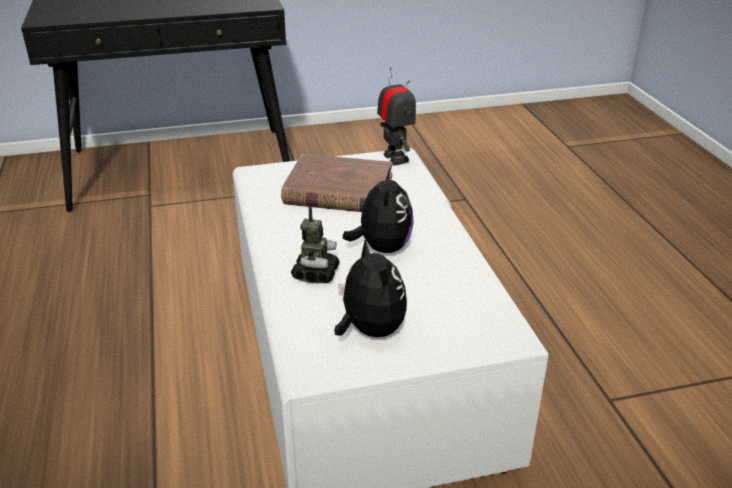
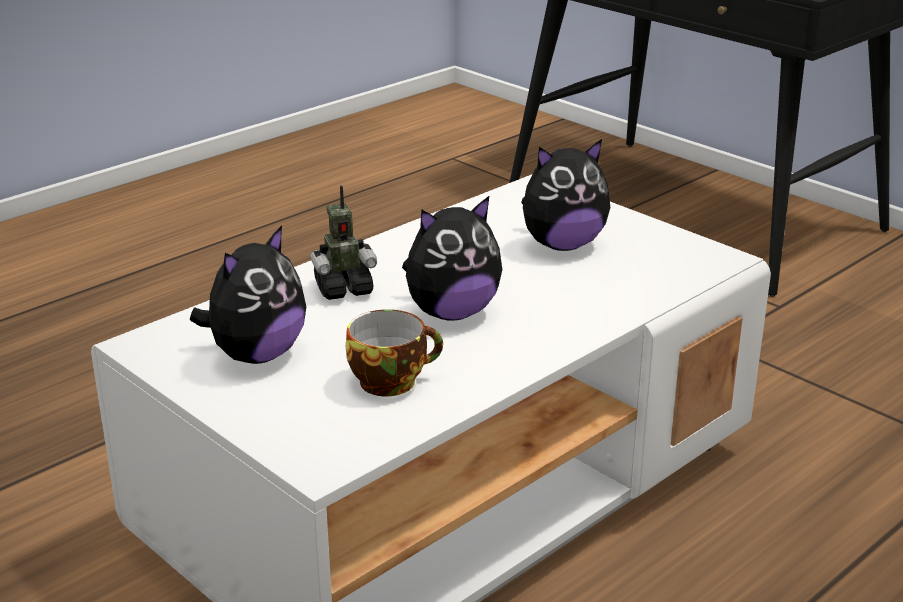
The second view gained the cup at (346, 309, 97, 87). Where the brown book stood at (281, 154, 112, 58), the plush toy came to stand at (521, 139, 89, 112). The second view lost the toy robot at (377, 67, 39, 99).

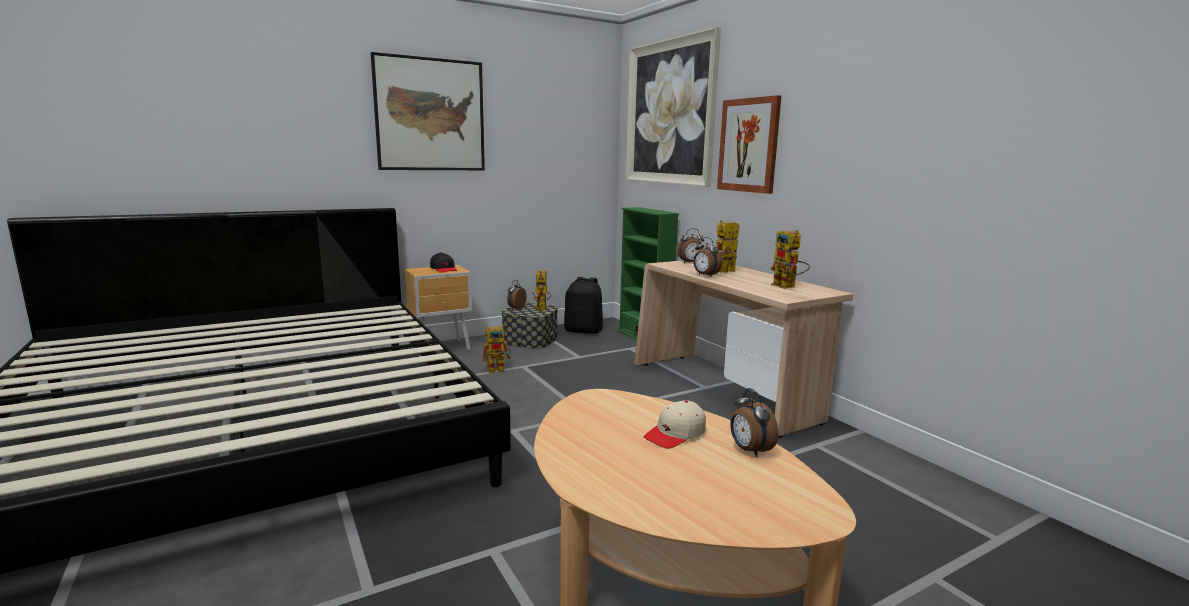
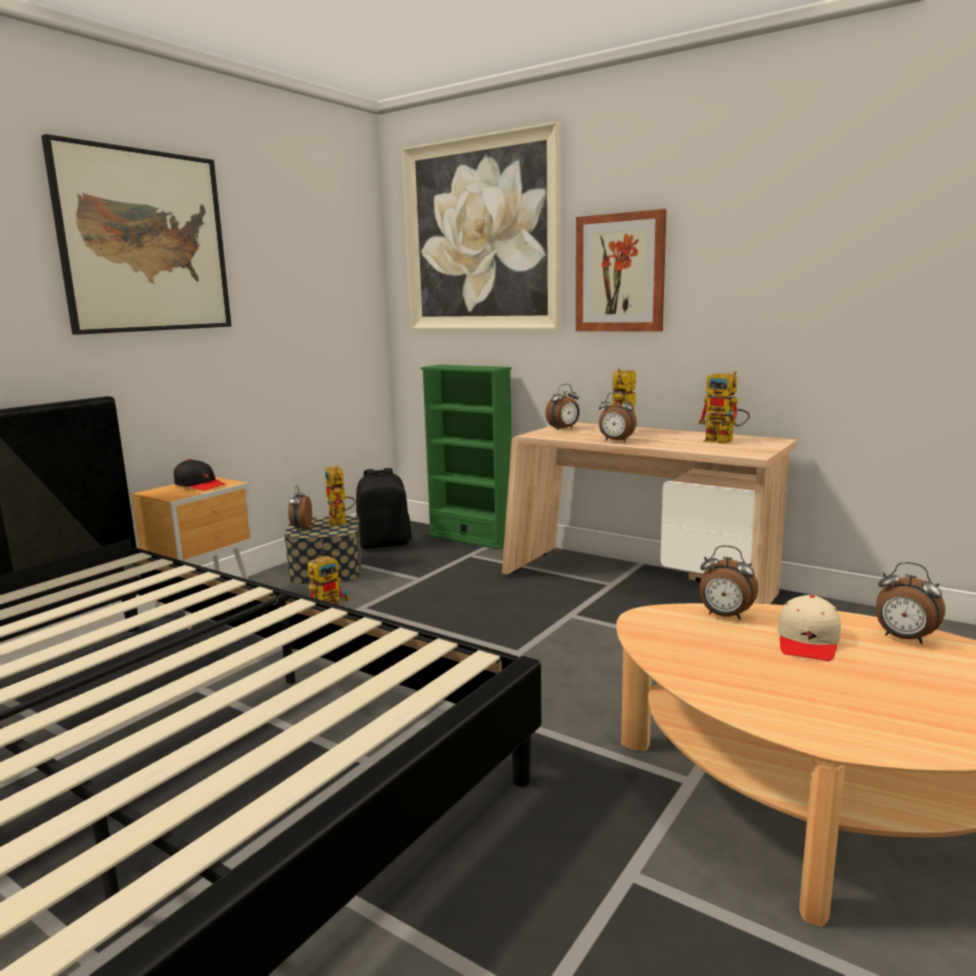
The second view gained the alarm clock at (700, 545, 58, 75).

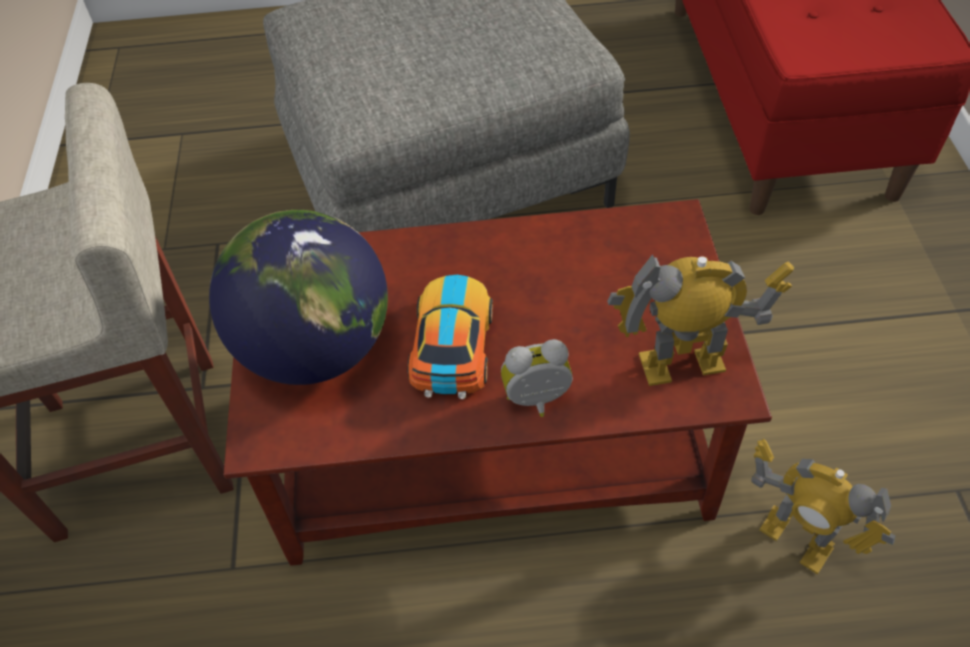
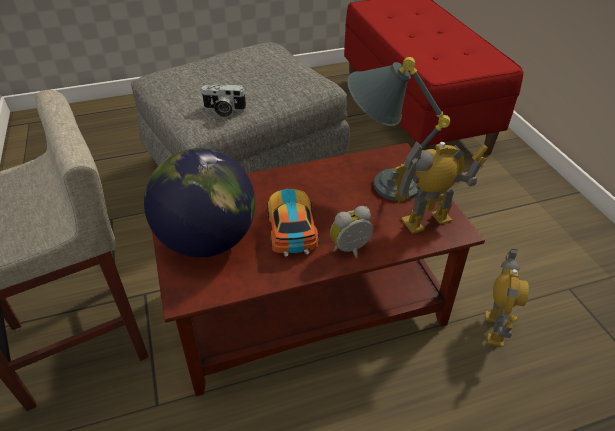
The second view gained the photo camera at (201, 84, 45, 33). The second view gained the grey table lamp at (348, 57, 102, 144). The toy robot at (751, 439, 145, 136) ended up facing another way, 105 degrees counterclockwise from before.

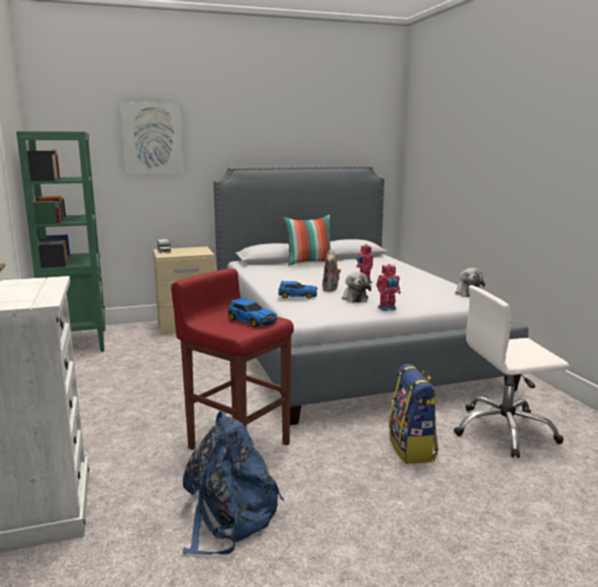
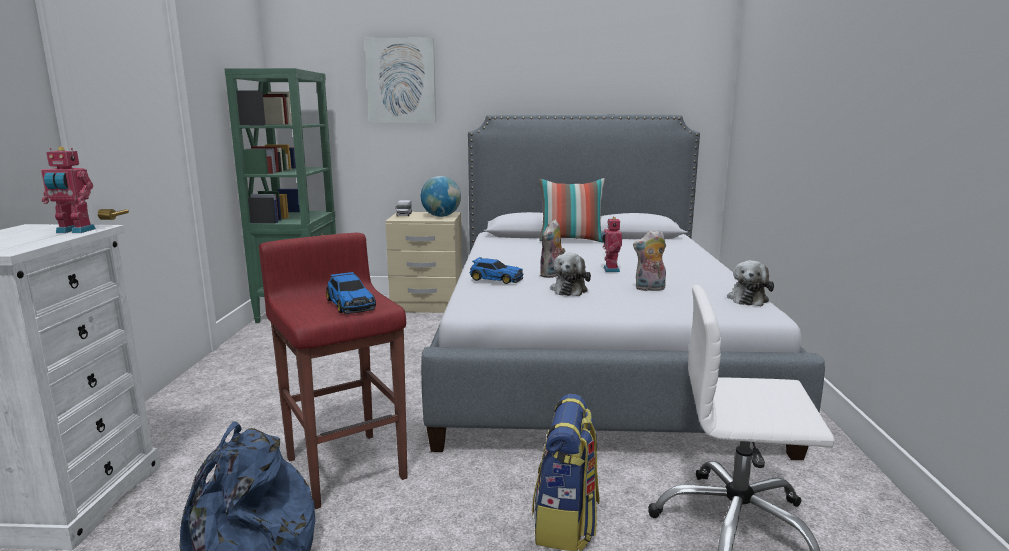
The toy robot ended up elsewhere, having gone from (376, 264, 25, 47) to (41, 147, 55, 86). The second view gained the globe at (421, 176, 40, 41). The second view gained the plush toy at (633, 230, 33, 61).

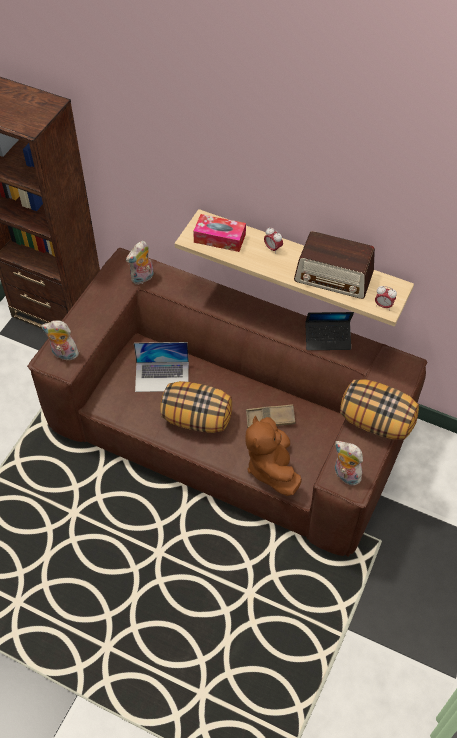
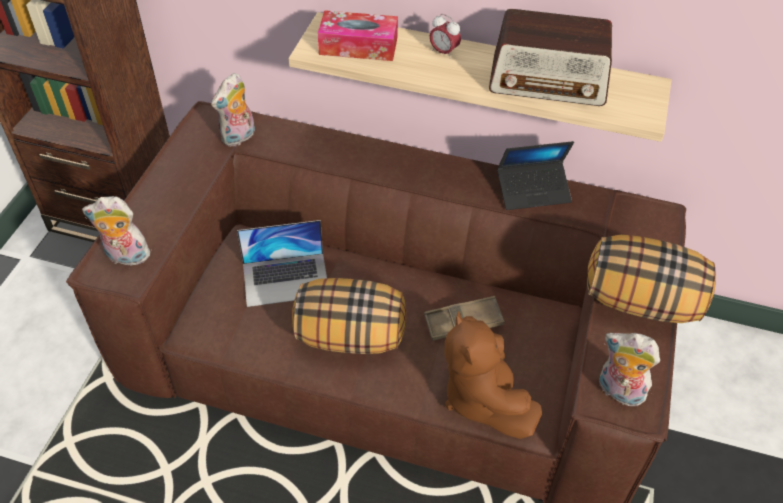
The second view lost the alarm clock at (375, 286, 22, 24).

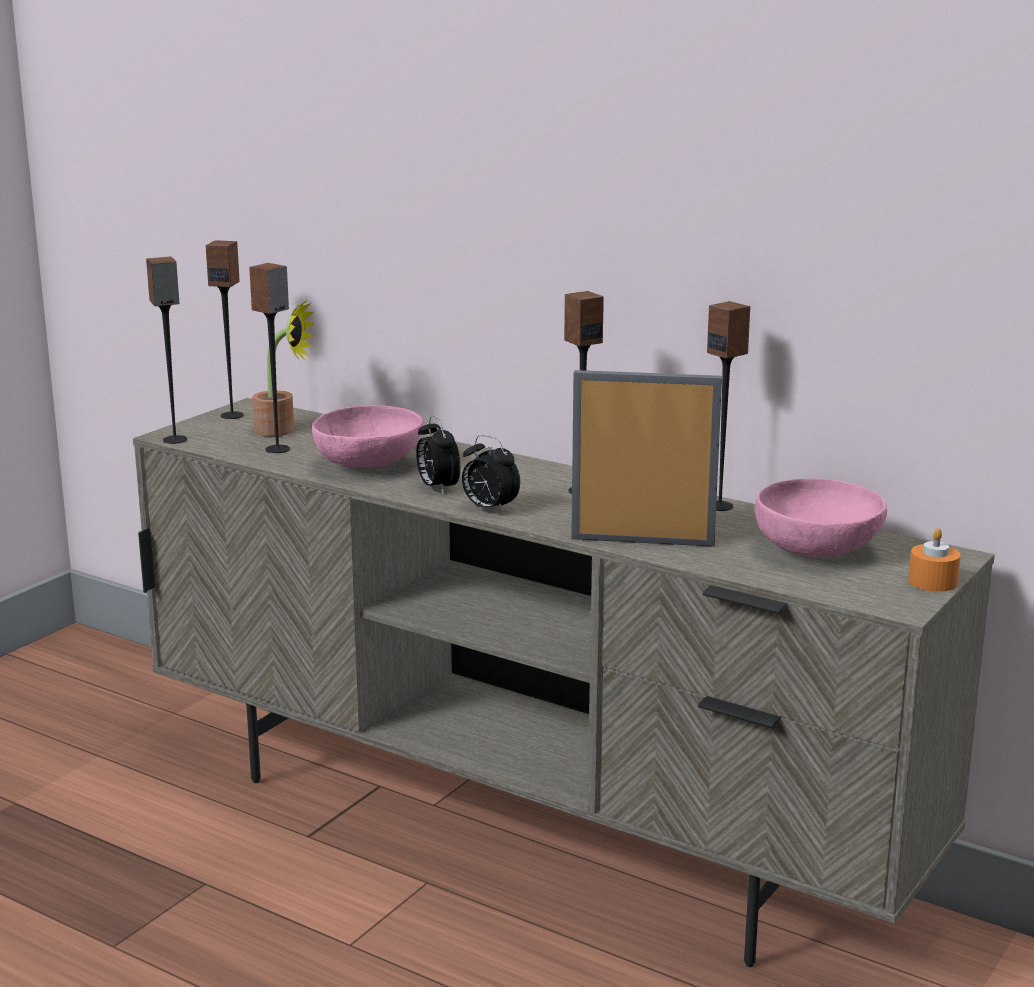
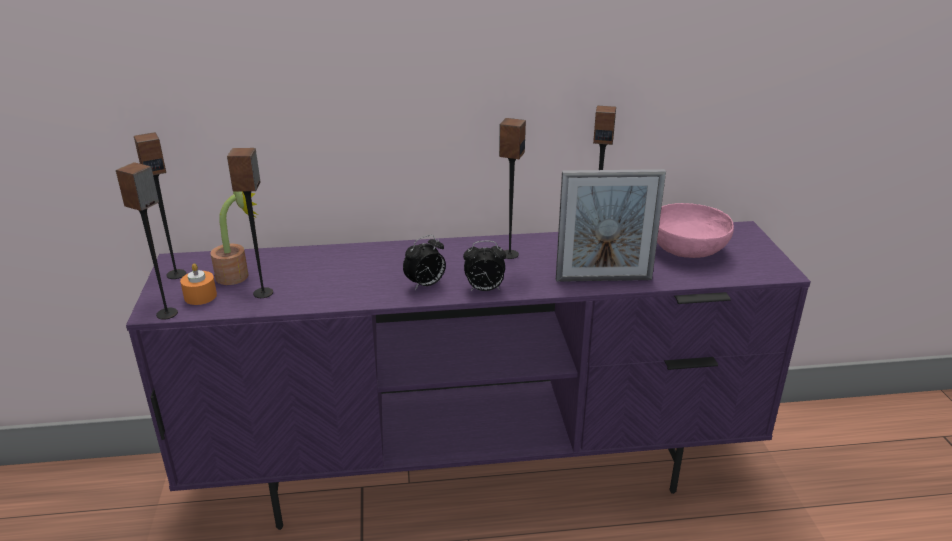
What was the beige tv stand at (133, 398, 862, 569) turned into the purple tv stand at (126, 221, 685, 309). The orange candle ended up elsewhere, having gone from (909, 528, 52, 64) to (180, 263, 37, 42). The alarm clock at (416, 415, 44, 79) ended up facing another way, 60 degrees counterclockwise from before. The picture frame at (571, 370, 151, 177) ended up facing another way, 150 degrees counterclockwise from before. The second view lost the pink bowl at (312, 405, 111, 62).

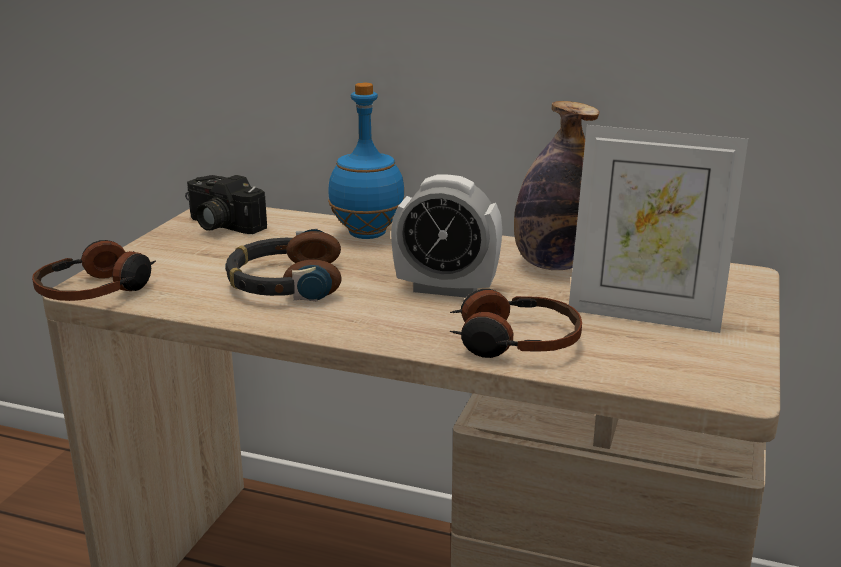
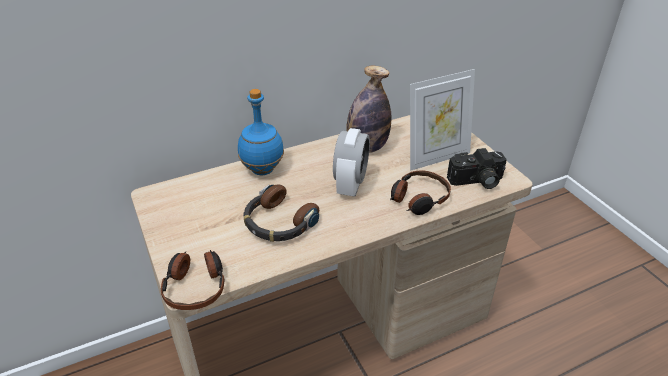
The alarm clock at (391, 174, 111, 124) ended up facing another way, 45 degrees counterclockwise from before. The photo camera ended up elsewhere, having gone from (185, 175, 82, 59) to (447, 148, 60, 41).

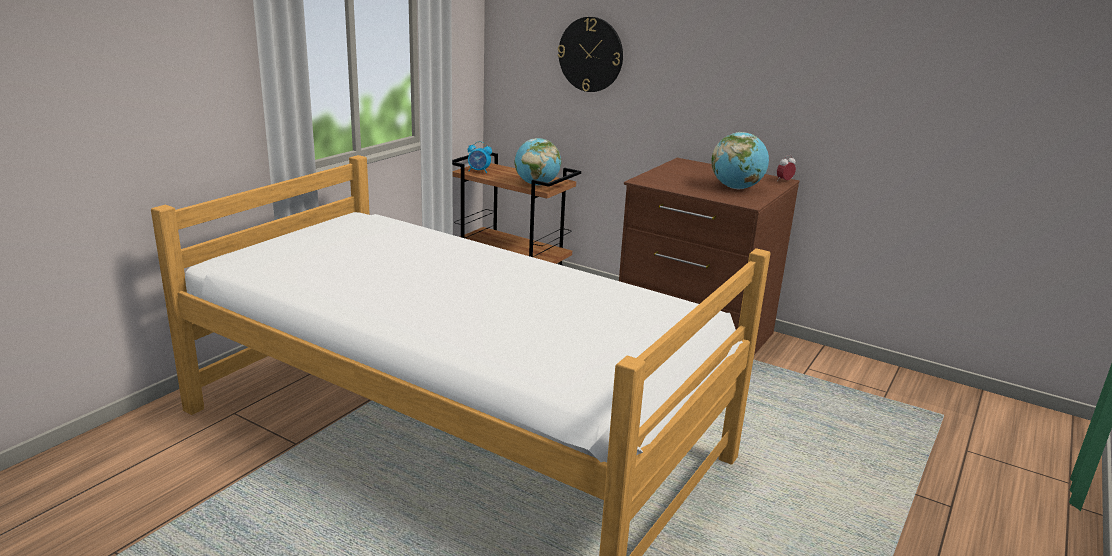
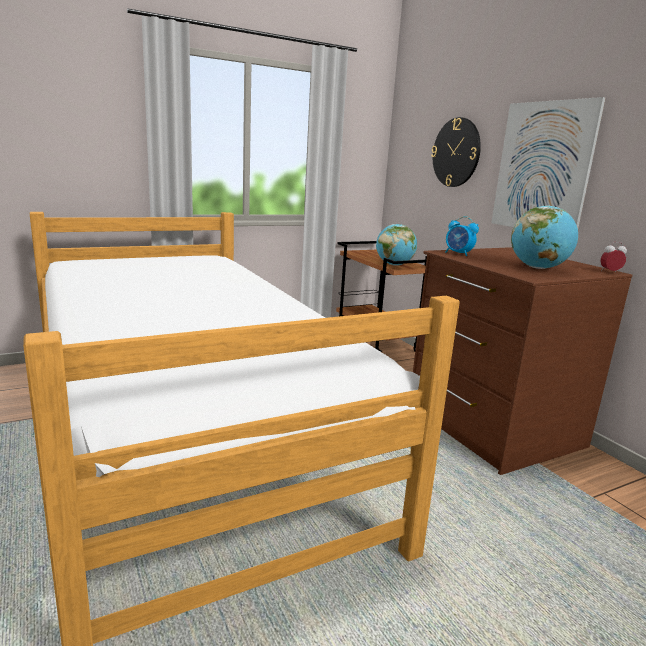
The alarm clock ended up elsewhere, having gone from (468, 141, 24, 32) to (445, 216, 34, 40). The second view gained the picture at (491, 97, 114, 131).

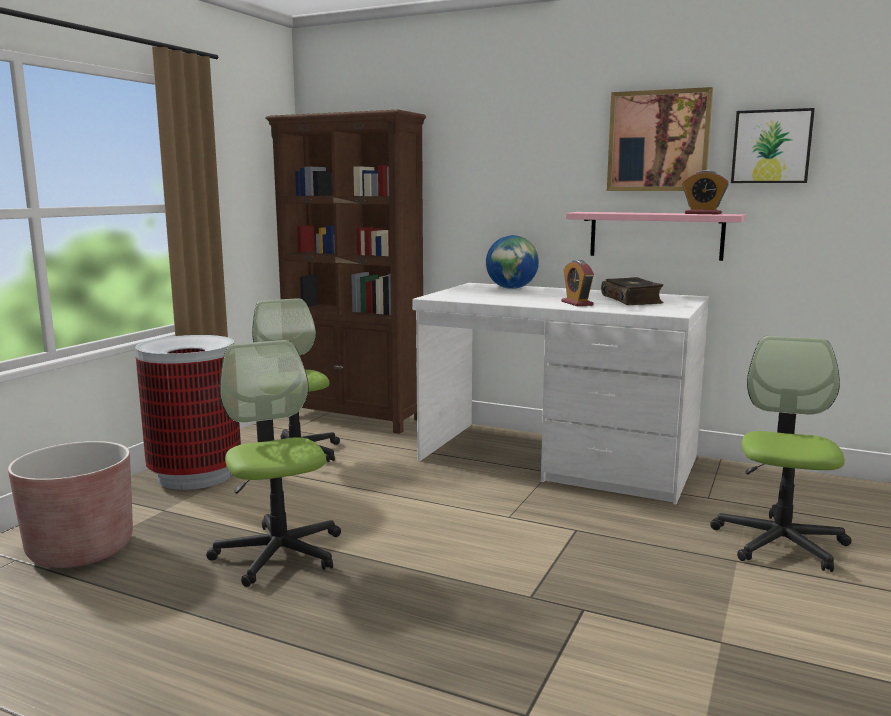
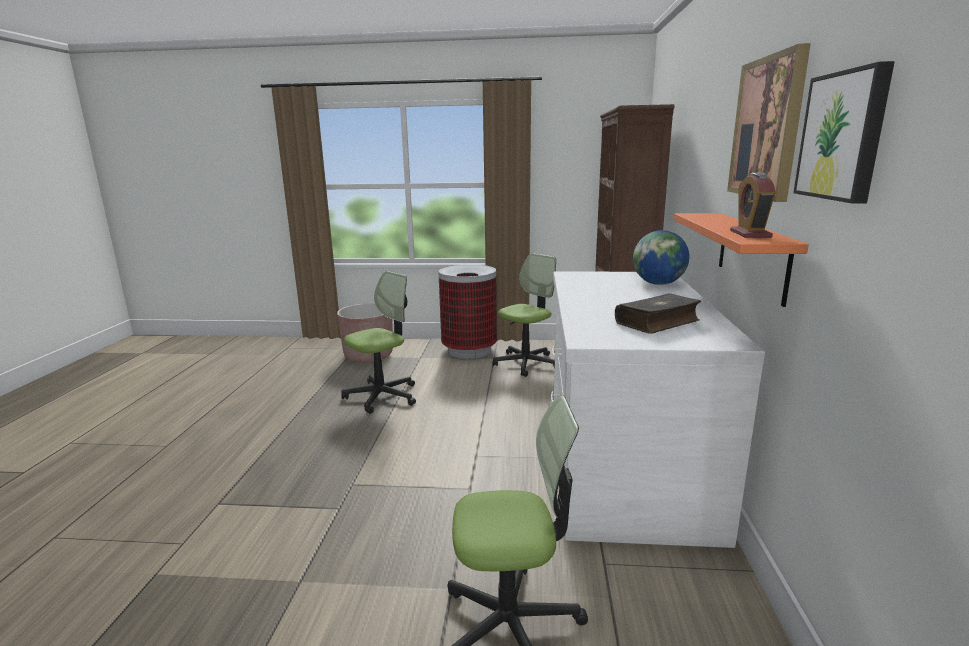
What was the pink shelf at (566, 212, 179, 49) turned into the orange shelf at (674, 213, 135, 94). The second view lost the alarm clock at (561, 260, 33, 46).

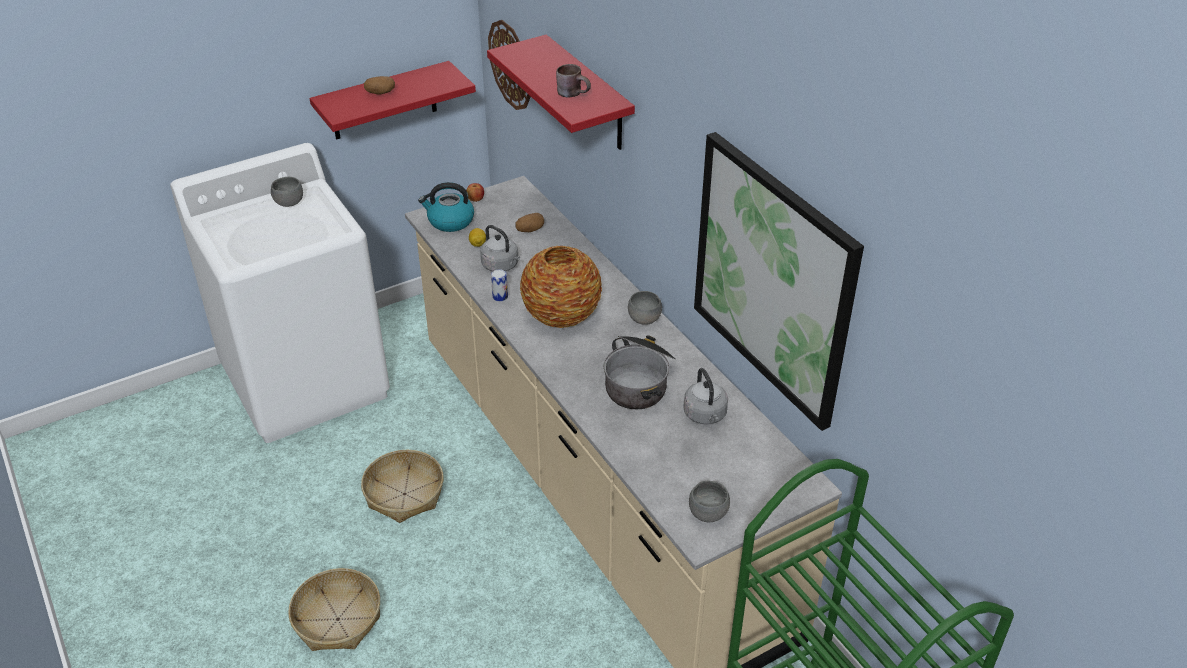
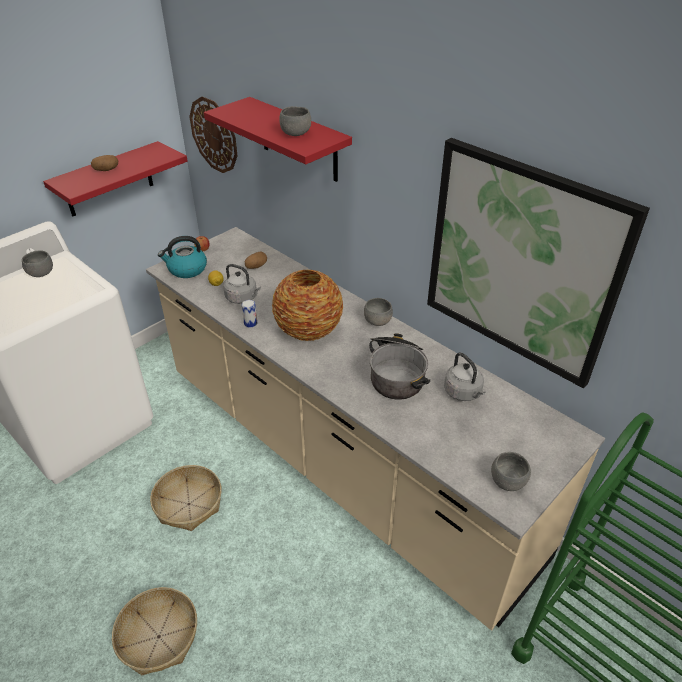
Where the brown mug stood at (556, 64, 35, 34), the grey bowl came to stand at (279, 106, 32, 30).

